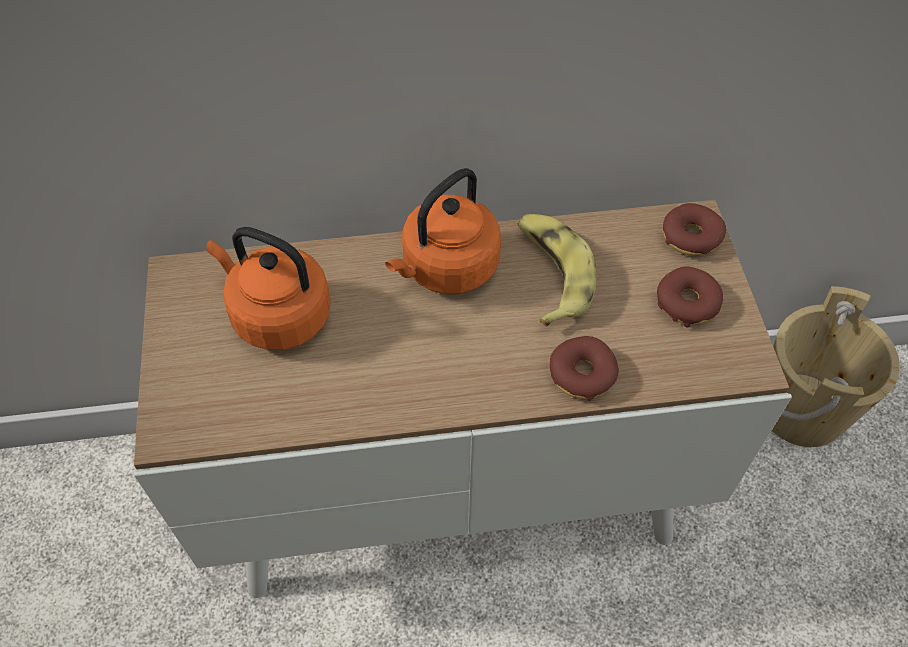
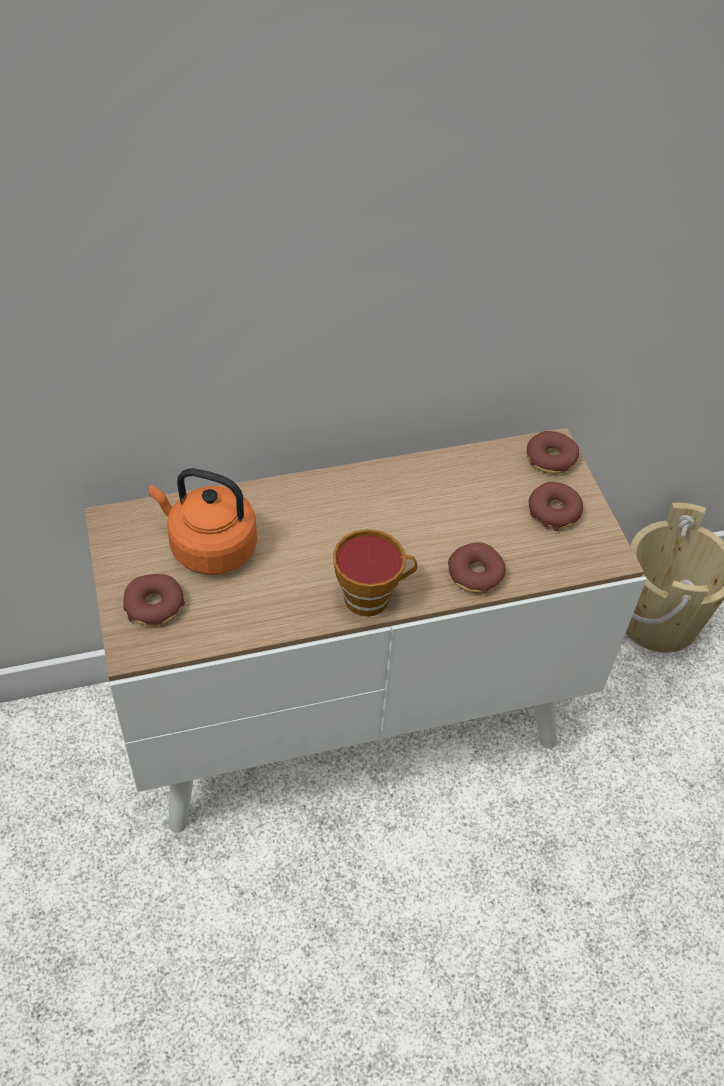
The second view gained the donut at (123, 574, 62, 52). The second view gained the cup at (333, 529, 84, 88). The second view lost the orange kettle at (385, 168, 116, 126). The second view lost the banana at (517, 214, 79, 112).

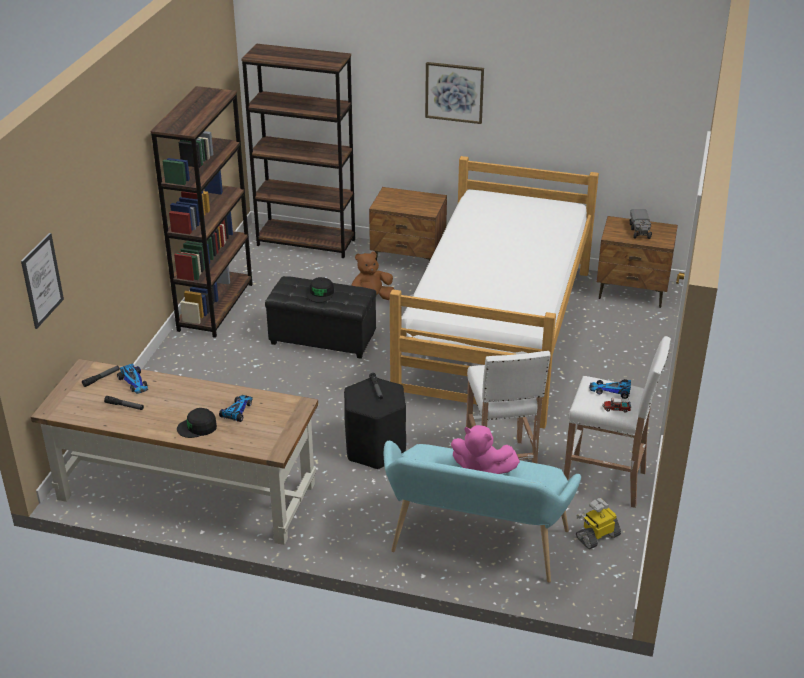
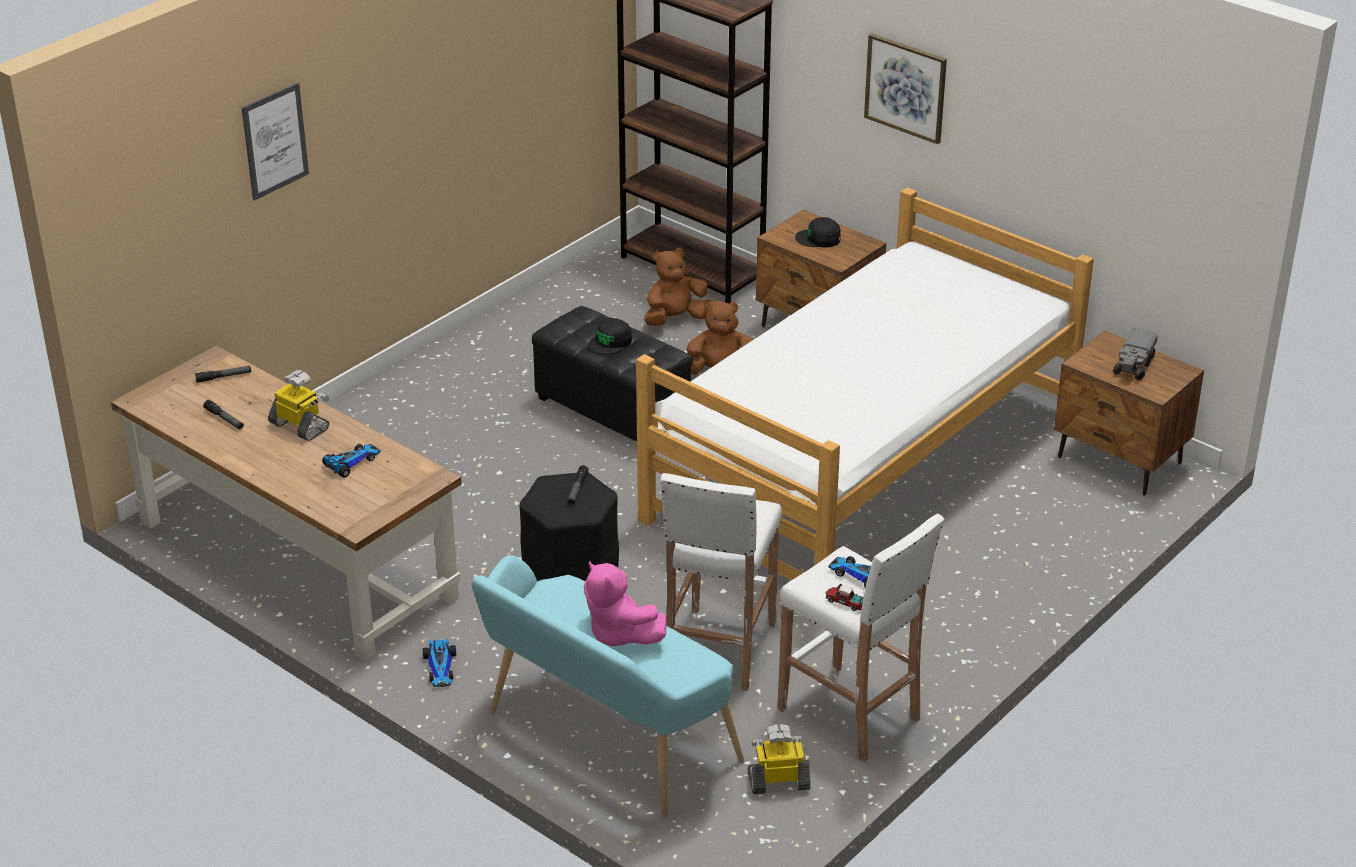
The picture ended up elsewhere, having gone from (21, 233, 43, 96) to (242, 82, 67, 118). The second view gained the toy robot at (268, 370, 61, 71). The toy car ended up elsewhere, having gone from (117, 363, 31, 31) to (422, 639, 34, 48). The second view gained the brown plush toy at (644, 248, 63, 78). The black cap ended up elsewhere, having gone from (177, 408, 40, 30) to (795, 217, 46, 30). The second view lost the brown bookcase at (151, 86, 102, 252).

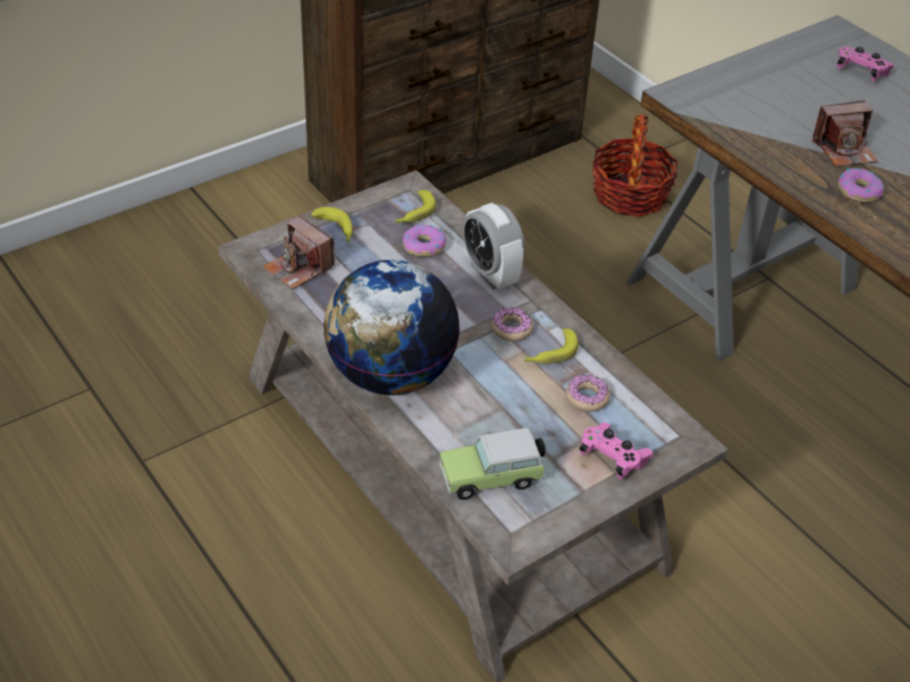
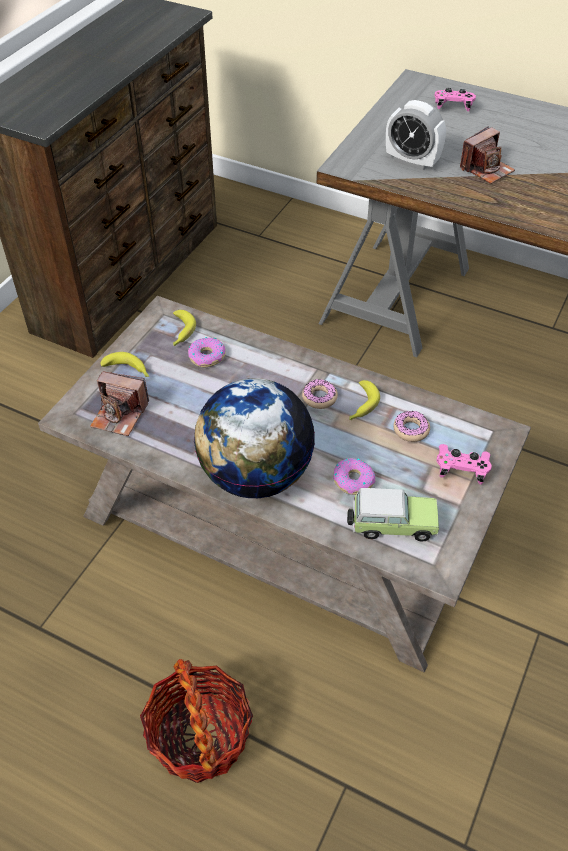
The basket ended up elsewhere, having gone from (593, 115, 85, 102) to (140, 659, 113, 124). The donut ended up elsewhere, having gone from (838, 168, 46, 34) to (333, 458, 42, 37). The toy car at (439, 428, 106, 72) ended up facing another way, 135 degrees counterclockwise from before. The alarm clock ended up elsewhere, having gone from (463, 203, 62, 87) to (386, 100, 60, 71).

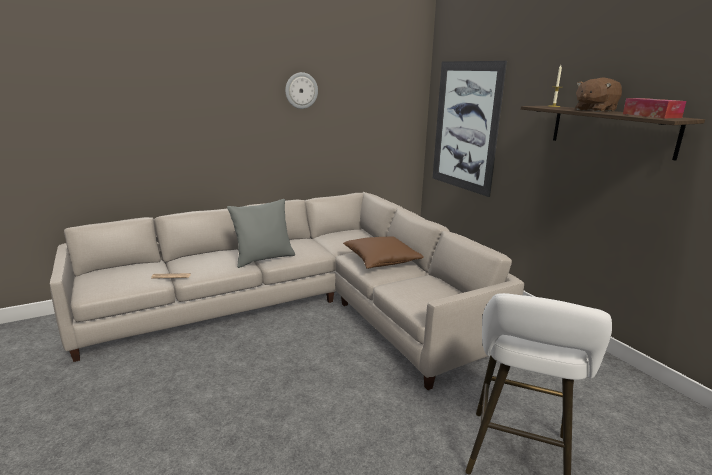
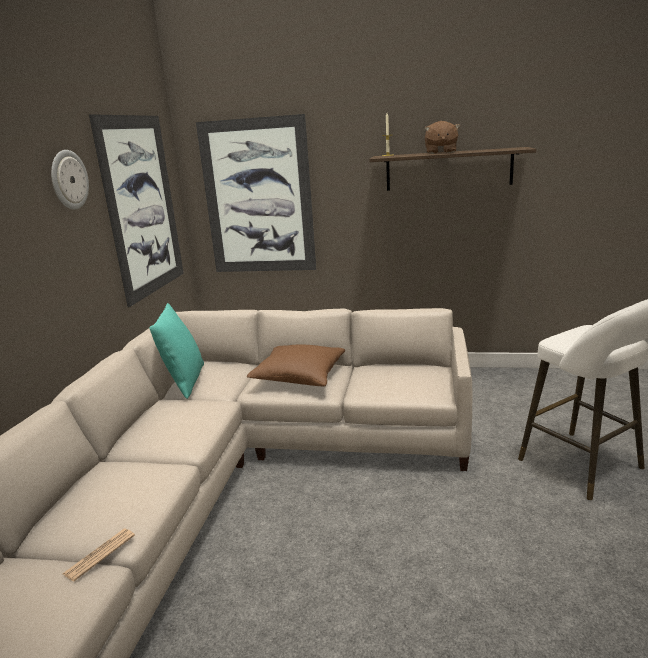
The second view gained the picture at (89, 114, 95, 193). The second view gained the turquoise pillow at (149, 303, 55, 96). The second view lost the grey pillow at (227, 199, 68, 69). The second view lost the tissue box at (623, 98, 63, 20).

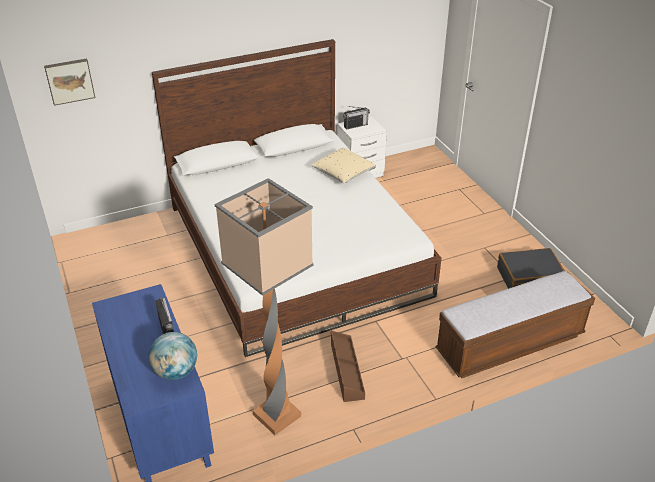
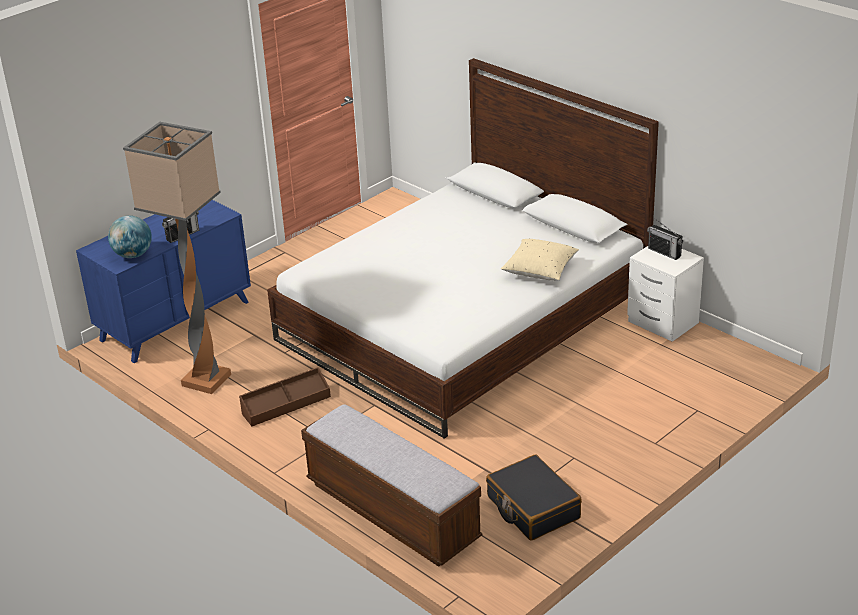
The second view lost the picture at (44, 59, 51, 47).

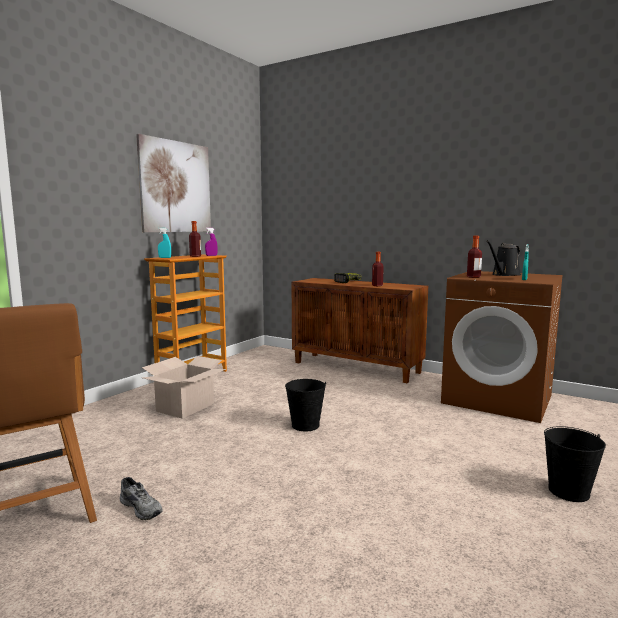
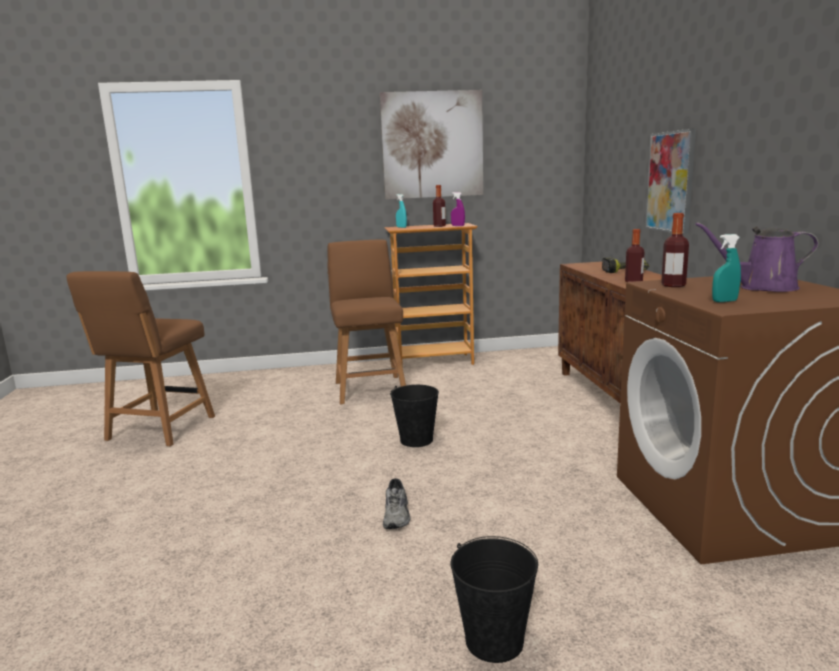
Where the cardboard box stood at (142, 356, 84, 63), the brown chair came to stand at (327, 240, 79, 164). The grey shoe ended up elsewhere, having gone from (120, 477, 43, 43) to (383, 478, 27, 51). The second view gained the picture at (645, 128, 51, 107). What was the black watering can at (486, 241, 35, 35) turned into the purple watering can at (695, 222, 124, 70).

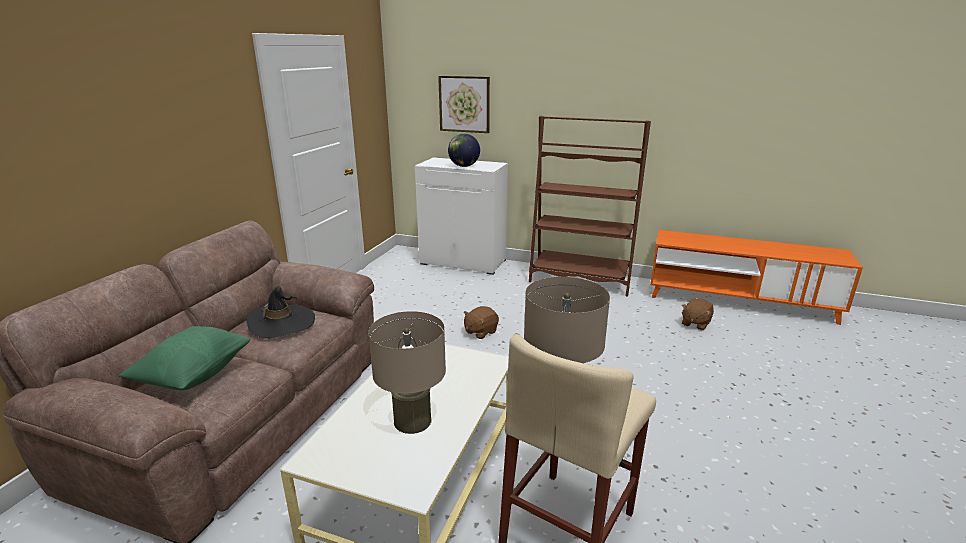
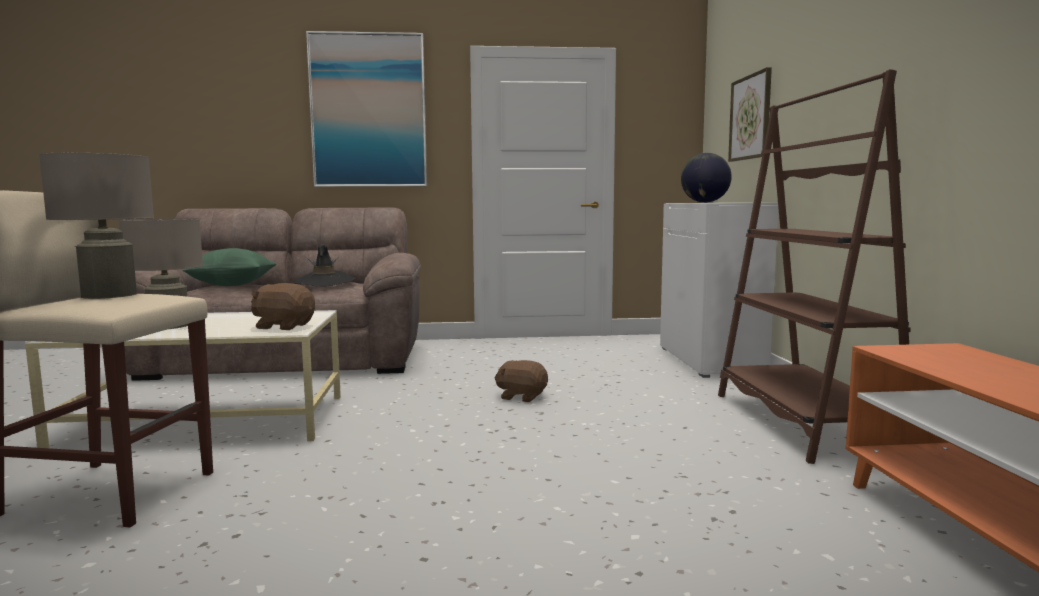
The brown plush toy ended up elsewhere, having gone from (681, 298, 33, 32) to (251, 283, 64, 47). The second view gained the picture at (306, 31, 121, 156).

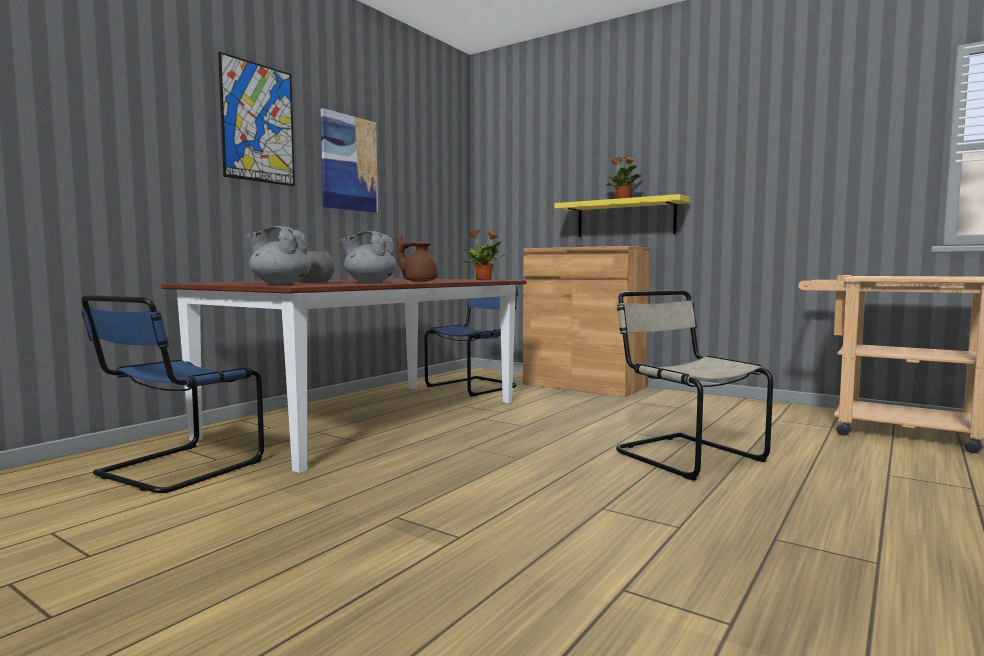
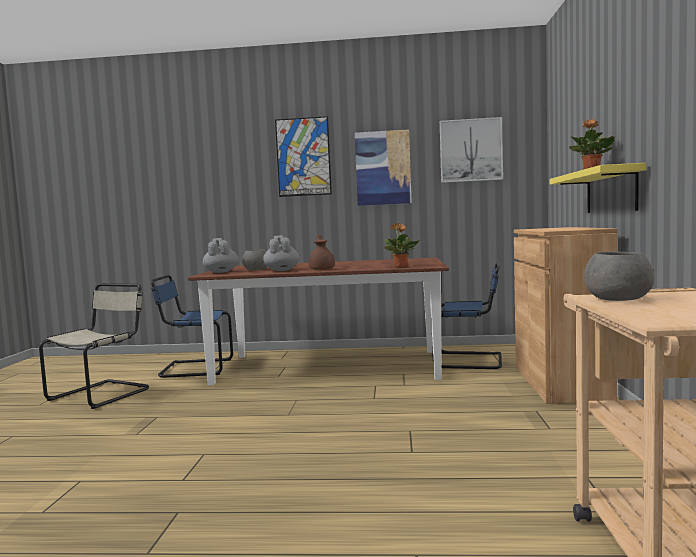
The beige chair ended up elsewhere, having gone from (616, 290, 157, 191) to (39, 283, 110, 126). The second view gained the picture at (440, 117, 63, 66). The second view gained the grey bowl at (584, 251, 70, 50).

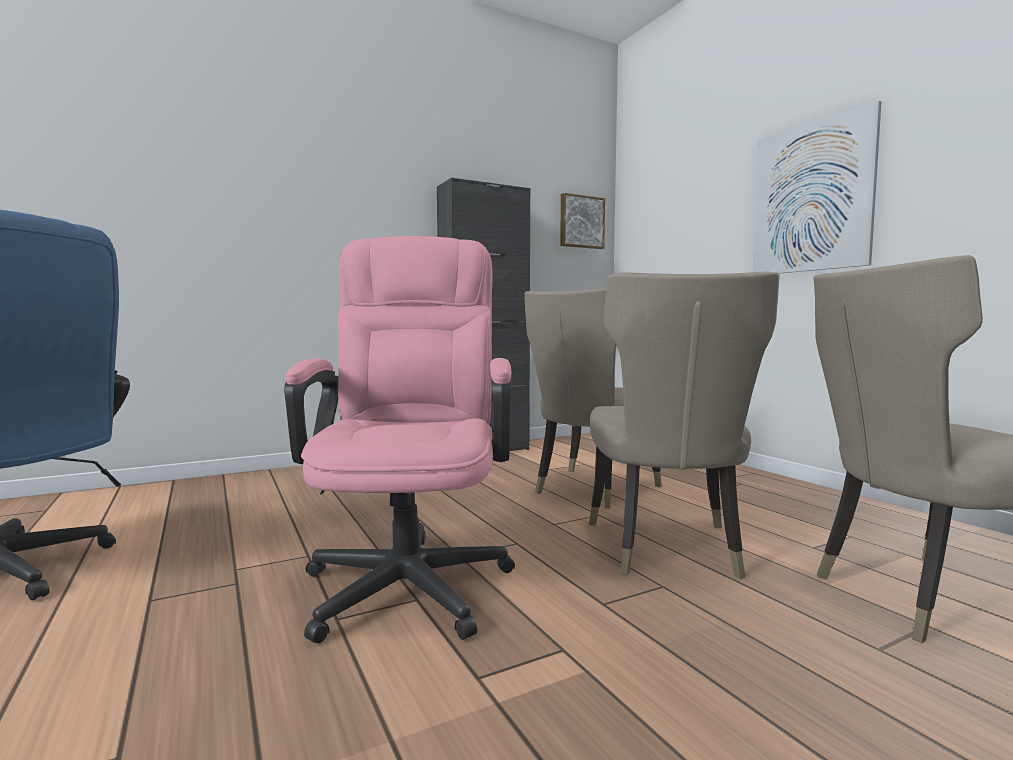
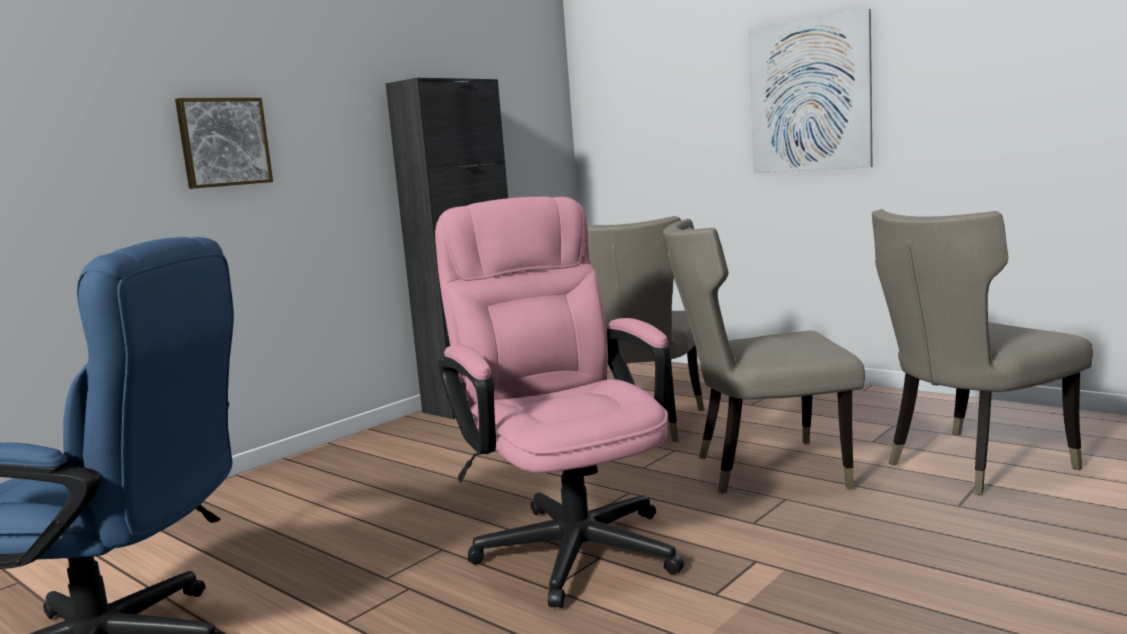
The picture ended up elsewhere, having gone from (560, 193, 45, 56) to (175, 98, 98, 91). The beige chair at (589, 271, 191, 308) ended up facing another way, 105 degrees clockwise from before.

